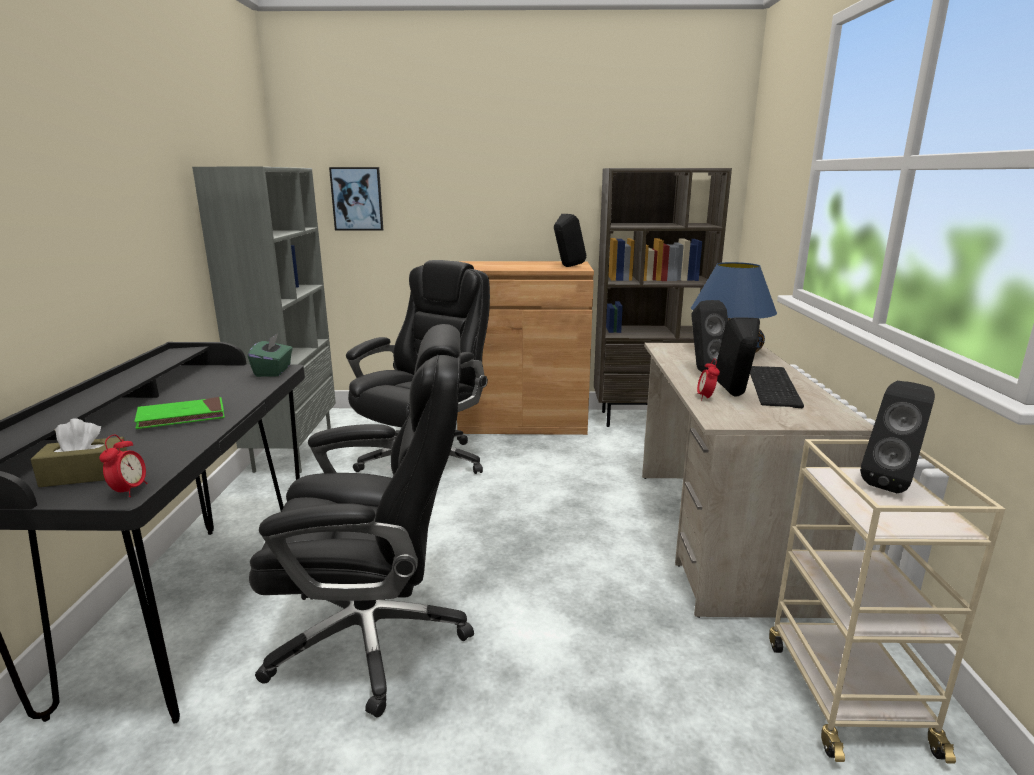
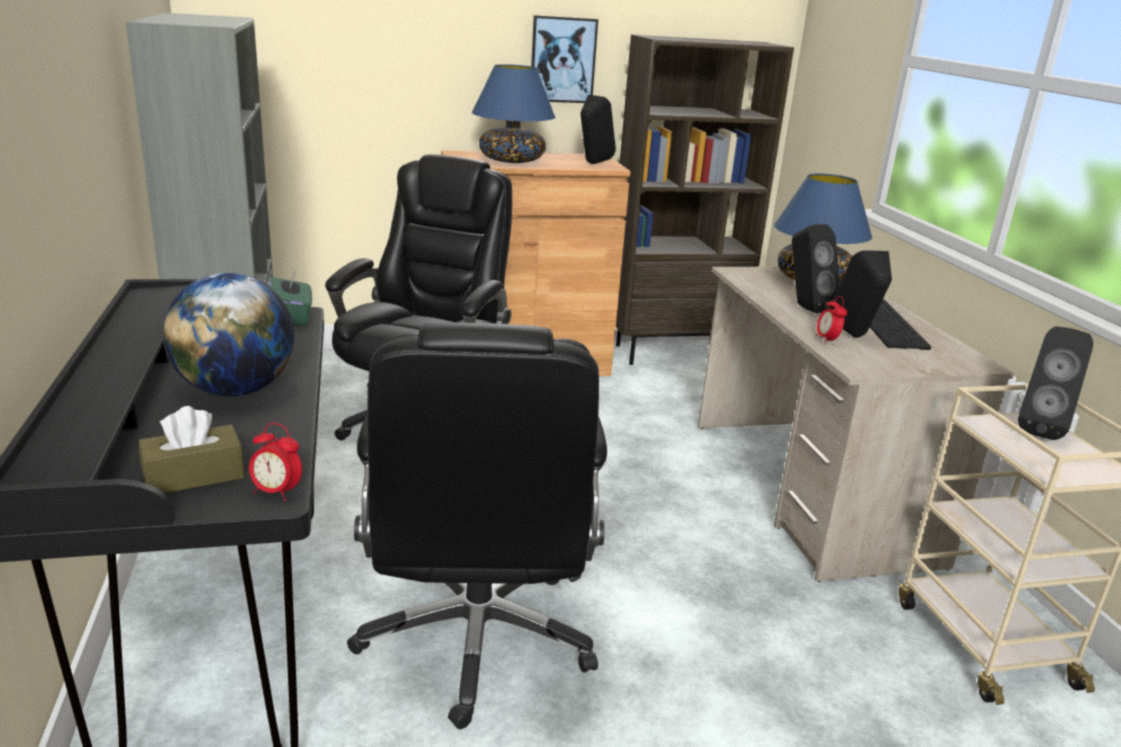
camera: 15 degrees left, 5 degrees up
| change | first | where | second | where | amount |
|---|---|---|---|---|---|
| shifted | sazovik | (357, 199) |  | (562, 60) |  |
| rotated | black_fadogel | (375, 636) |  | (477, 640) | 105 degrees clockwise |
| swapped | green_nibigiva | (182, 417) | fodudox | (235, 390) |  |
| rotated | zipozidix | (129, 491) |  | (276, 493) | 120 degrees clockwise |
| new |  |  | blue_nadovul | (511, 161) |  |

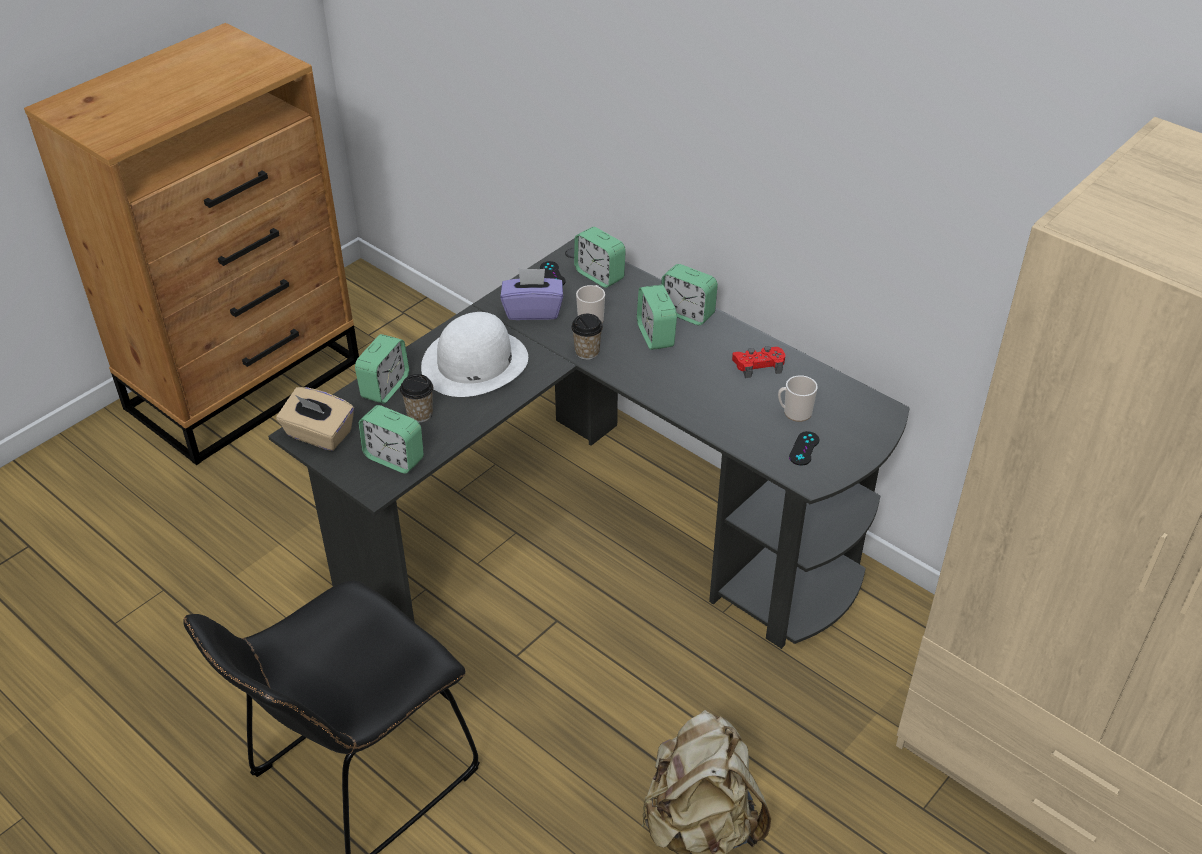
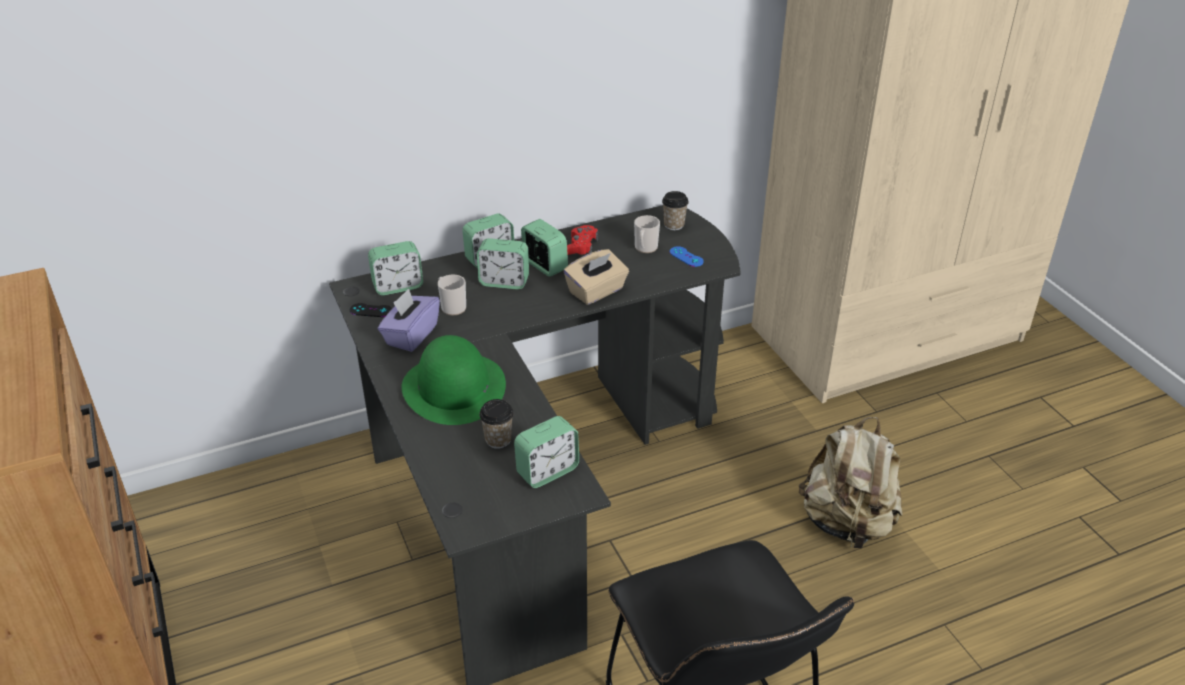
camera: 65 degrees left, 5 degrees down
| change | first | where | second | where | amount |
|---|---|---|---|---|---|
| repainted | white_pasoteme | (474, 363) | green_pasoteme | (454, 388) |  |
| shifted | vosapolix | (587, 352) |  | (674, 225) |  |
| shifted | zipozidix | (385, 387) |  | (544, 266) |  |
| shifted | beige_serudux | (318, 435) |  | (596, 291) |  |
| repainted | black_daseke | (804, 448) | blue_daseke | (686, 257) |  |

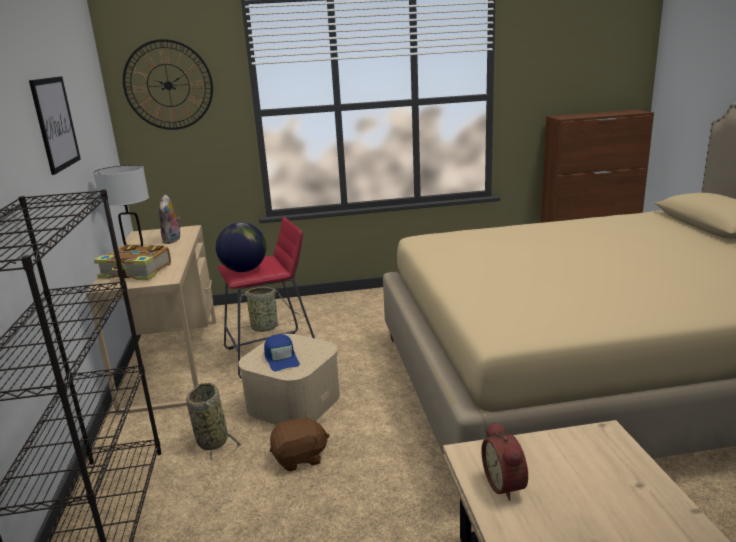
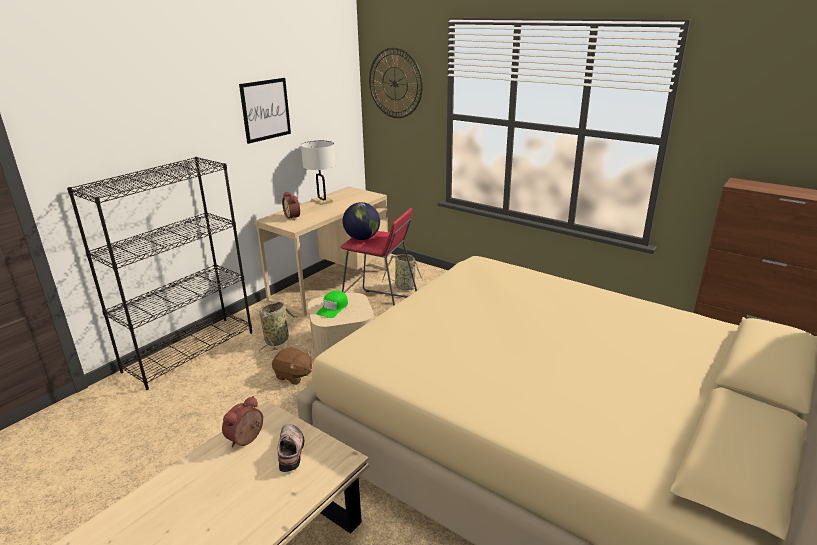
camera: 45 degrees right, 5 degrees up
| change | first | where | second | where | amount |
|---|---|---|---|---|---|
| gone | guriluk | (173, 240) |  |  |  |
| swapped | nibigiva | (136, 272) | zipozidix | (293, 217) |  |
| repainted | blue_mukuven | (281, 358) | green_mukuven | (333, 308) |  |
| new |  |  | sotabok | (292, 451) |  |

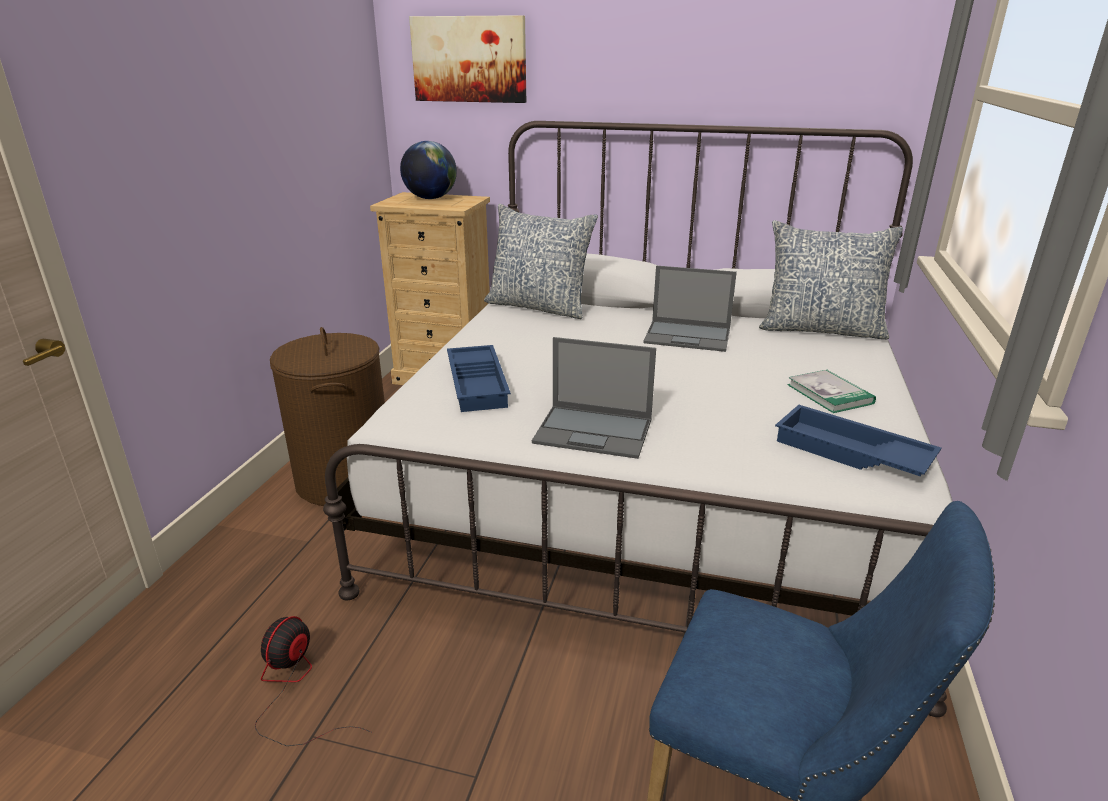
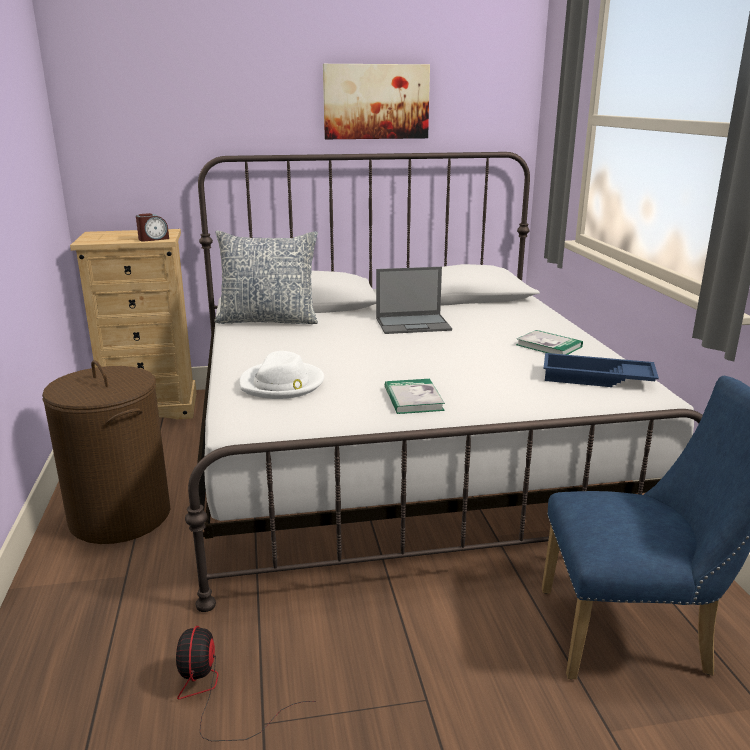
camera: 25 degrees left, 5 degrees down
| change | first | where | second | where | amount |
|---|---|---|---|---|---|
| shifted | sazovik | (469, 59) |  | (376, 102) |  |
| gone | fodudox | (430, 198) |  |  |  |
| gone | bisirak | (821, 329) |  |  |  |
| swapped | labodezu | (595, 431) | nibigiva | (413, 399) |  |
| swapped | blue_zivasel | (479, 384) | white_pasoteme | (282, 384) |  |
| new |  |  | zipozidix | (153, 239) |  |

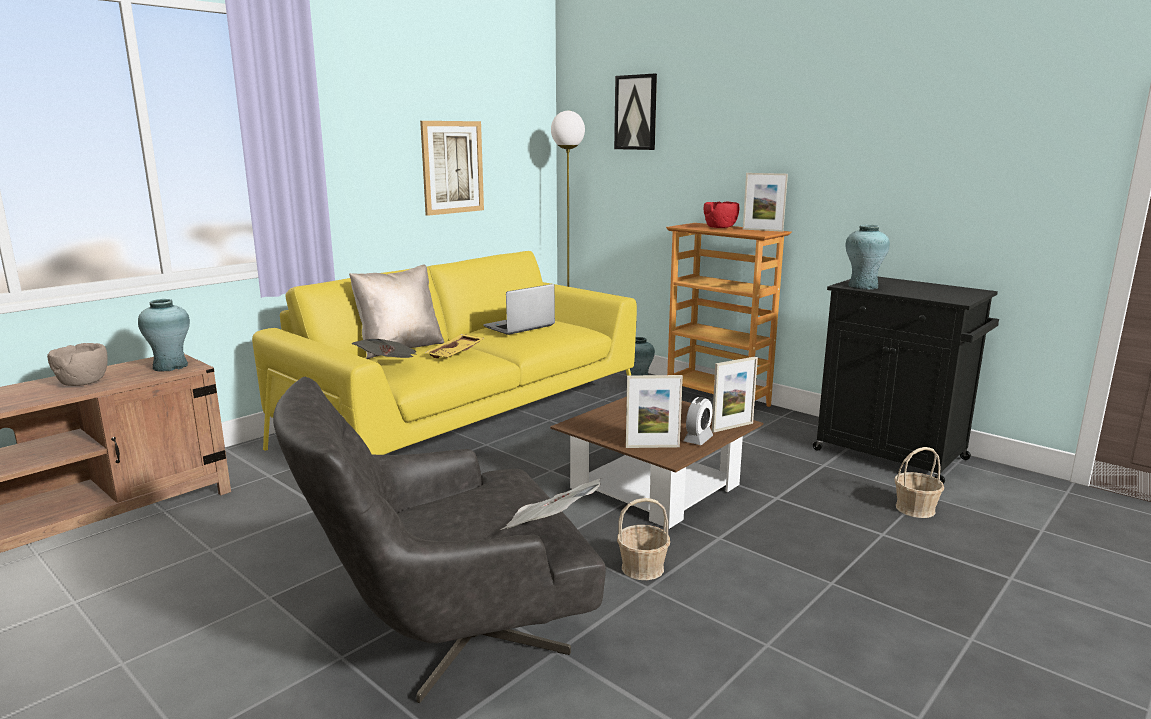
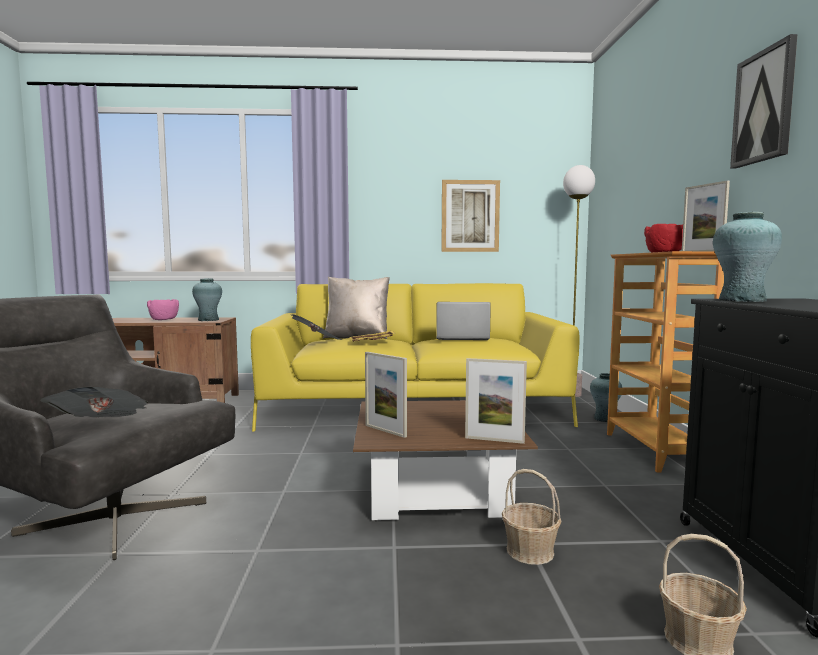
camera: 45 degrees right, 10 degrees down
| change | first | where | second | where | amount |
|---|---|---|---|---|---|
| shifted | sazovik | (636, 112) |  | (764, 106) |  |
| repainted | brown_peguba | (83, 382) | pink_peguba | (164, 319) |  |
| gone | zipozidix | (698, 439) |  |  |  |
| shifted | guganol | (643, 568) |  | (530, 551) |  |

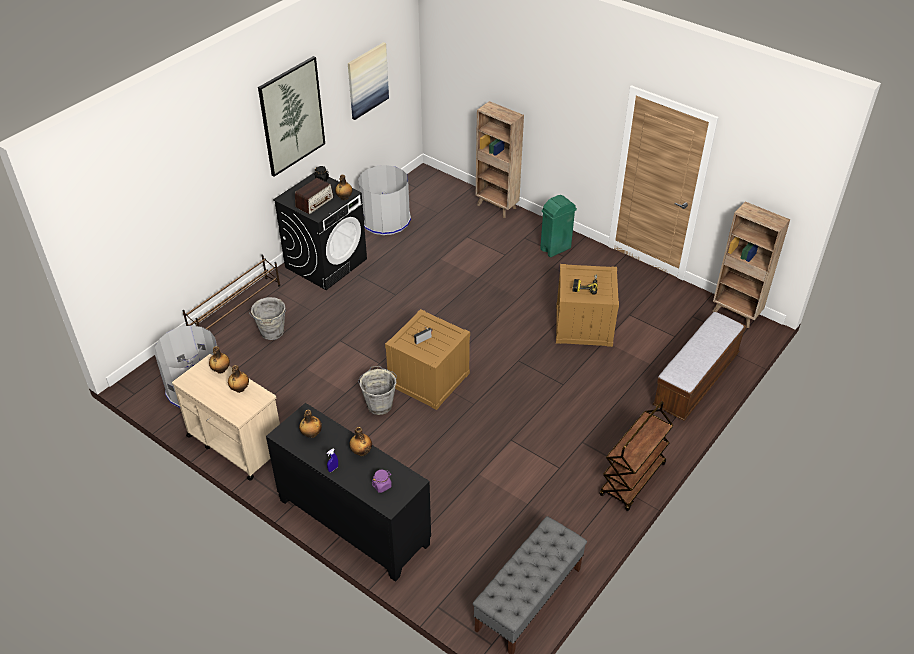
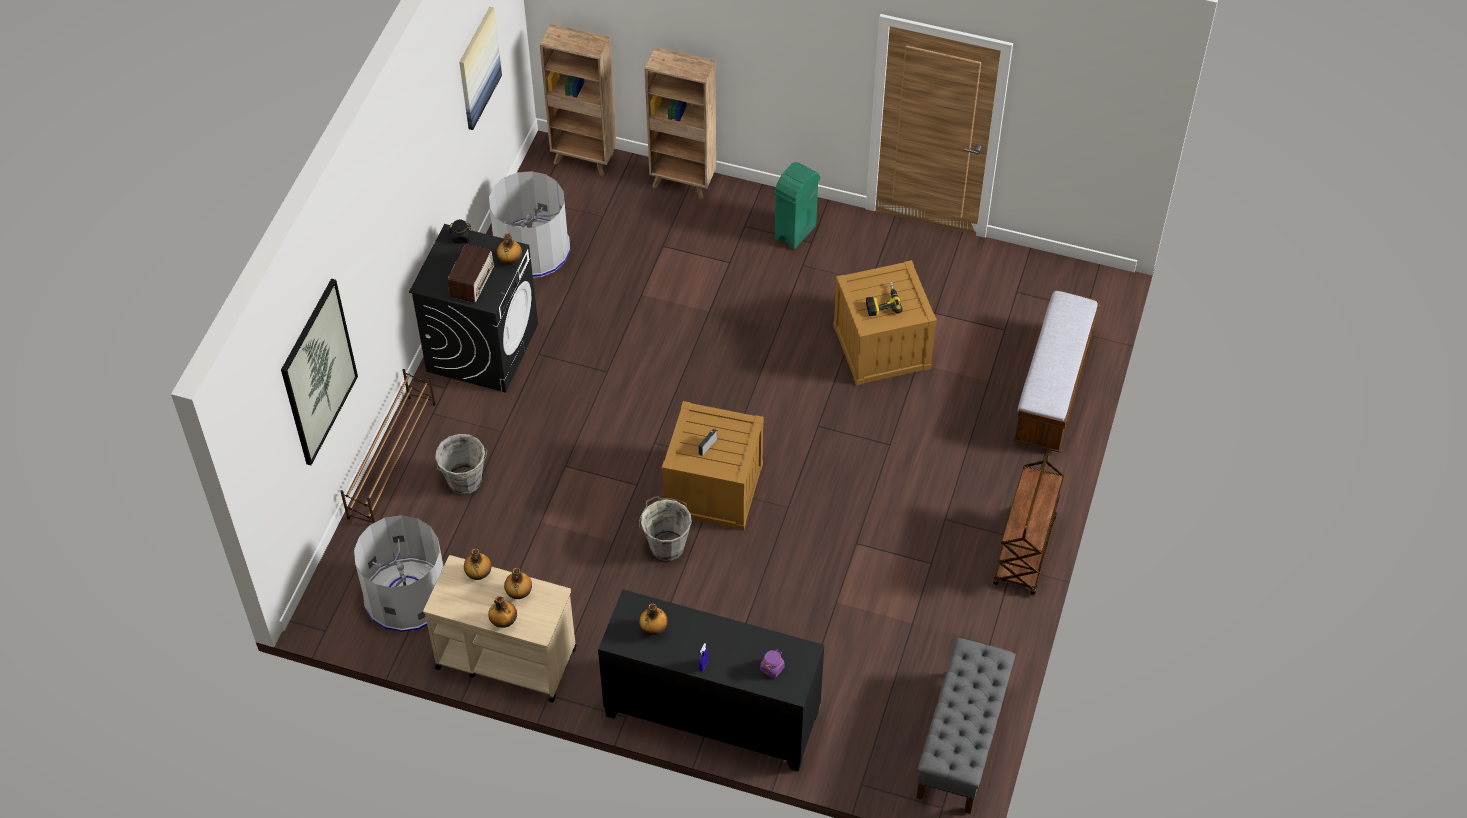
camera: 20 degrees left, 10 degrees up
| change | first | where | second | where | amount |
|---|---|---|---|---|---|
| shifted | sazovik | (292, 116) |  | (318, 372) |  |
| shifted | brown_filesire | (736, 314) |  | (584, 159) |  |
| shifted | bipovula | (361, 452) |  | (504, 622) |  |

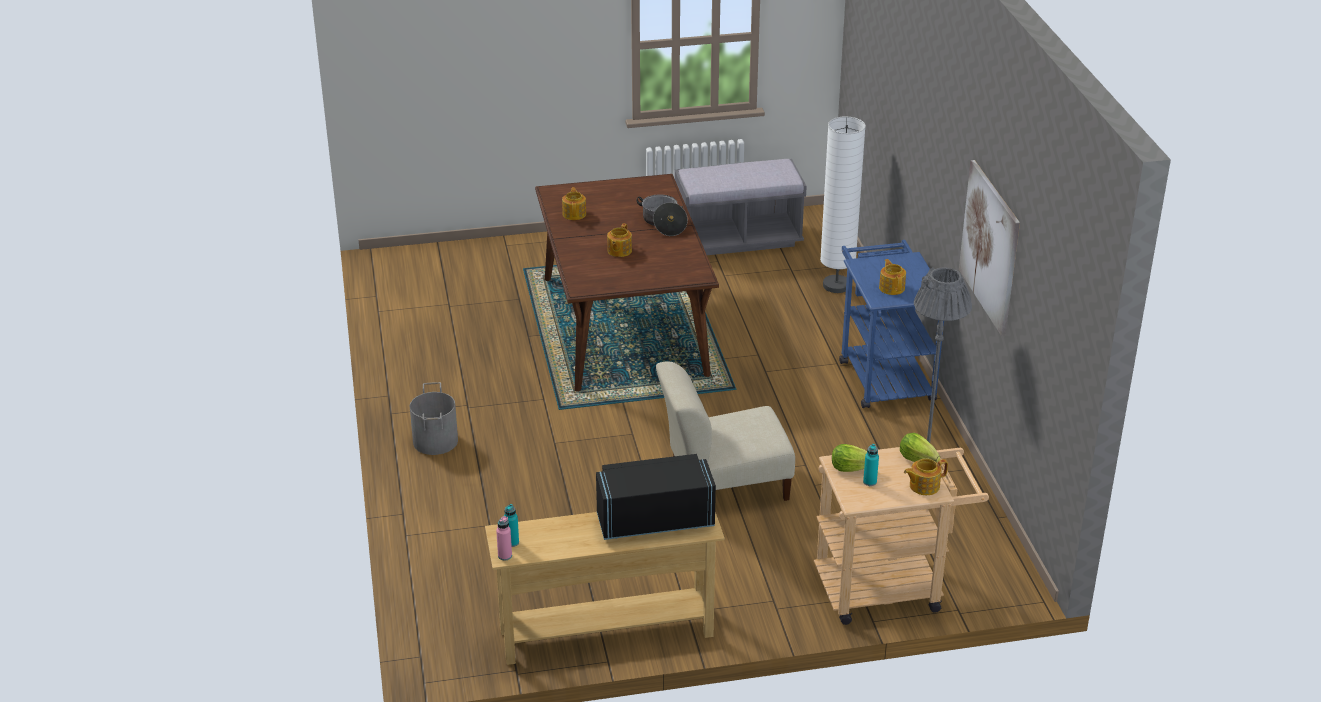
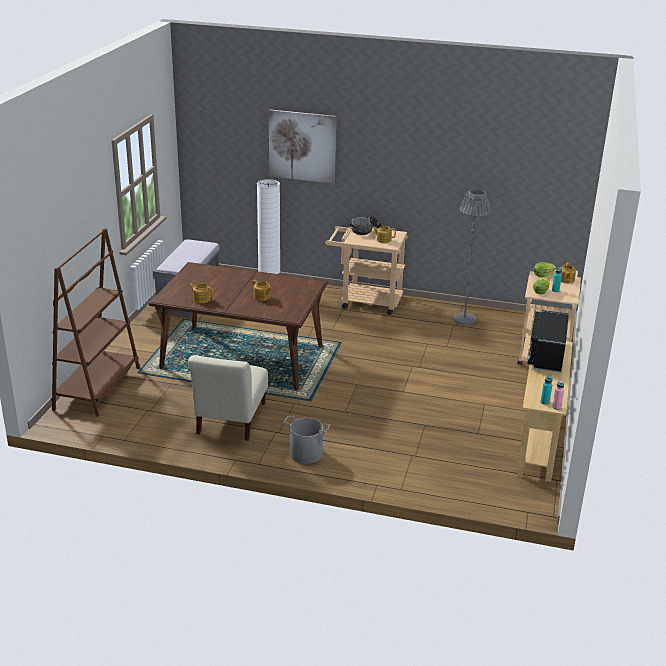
camera: 65 degrees left, 5 degrees down
| change | first | where | second | where | amount |
|---|---|---|---|---|---|
| shifted | sazovik | (989, 246) |  | (302, 146) |  |
| shifted | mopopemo | (663, 223) |  | (366, 231) |  |
| repainted | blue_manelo | (883, 375) | beige_manelo | (365, 301) |  |
| shifted | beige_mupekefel | (723, 486) |  | (230, 420) |  |
| new |  |  | brown_filesire | (97, 388) |  |

